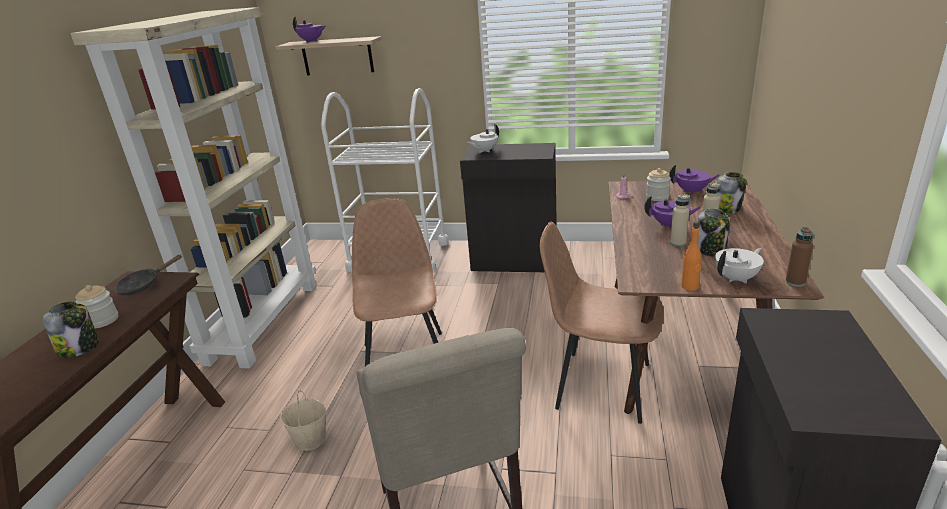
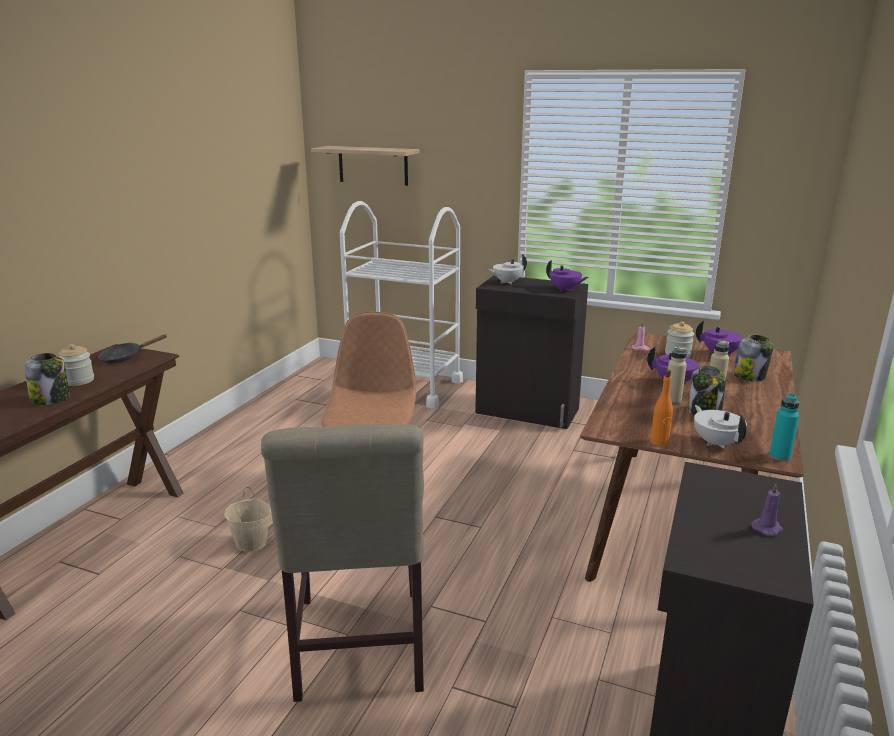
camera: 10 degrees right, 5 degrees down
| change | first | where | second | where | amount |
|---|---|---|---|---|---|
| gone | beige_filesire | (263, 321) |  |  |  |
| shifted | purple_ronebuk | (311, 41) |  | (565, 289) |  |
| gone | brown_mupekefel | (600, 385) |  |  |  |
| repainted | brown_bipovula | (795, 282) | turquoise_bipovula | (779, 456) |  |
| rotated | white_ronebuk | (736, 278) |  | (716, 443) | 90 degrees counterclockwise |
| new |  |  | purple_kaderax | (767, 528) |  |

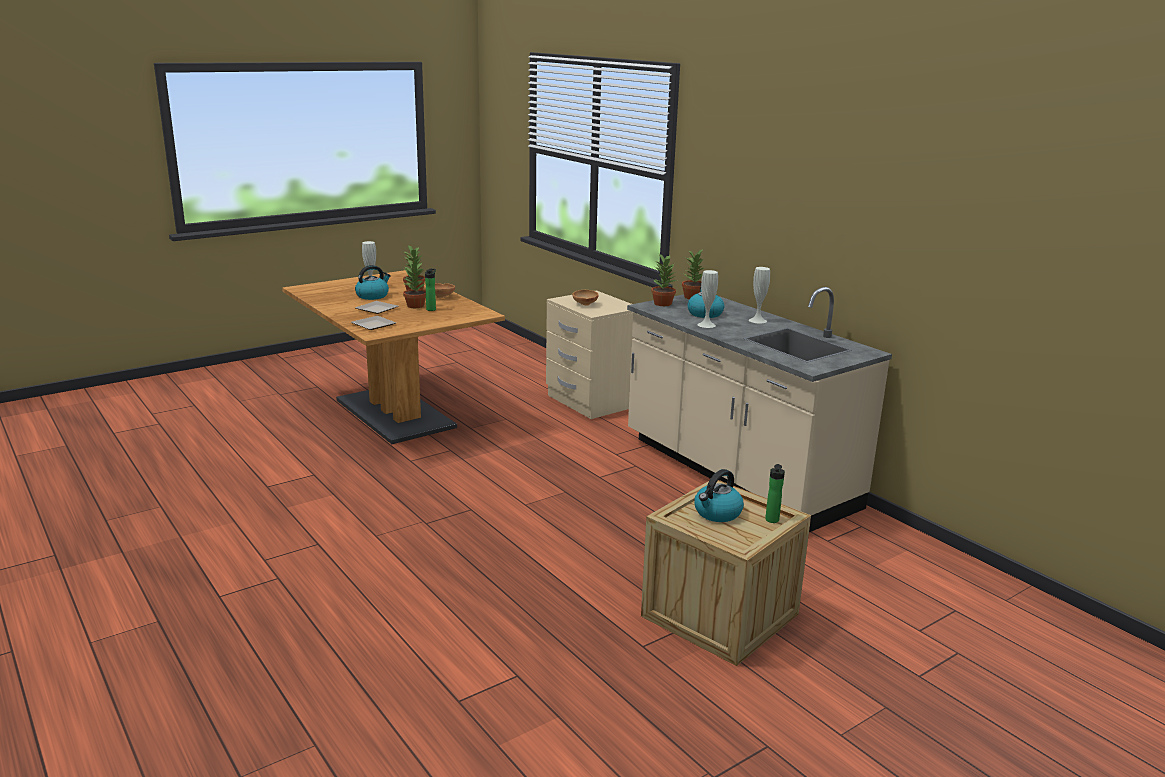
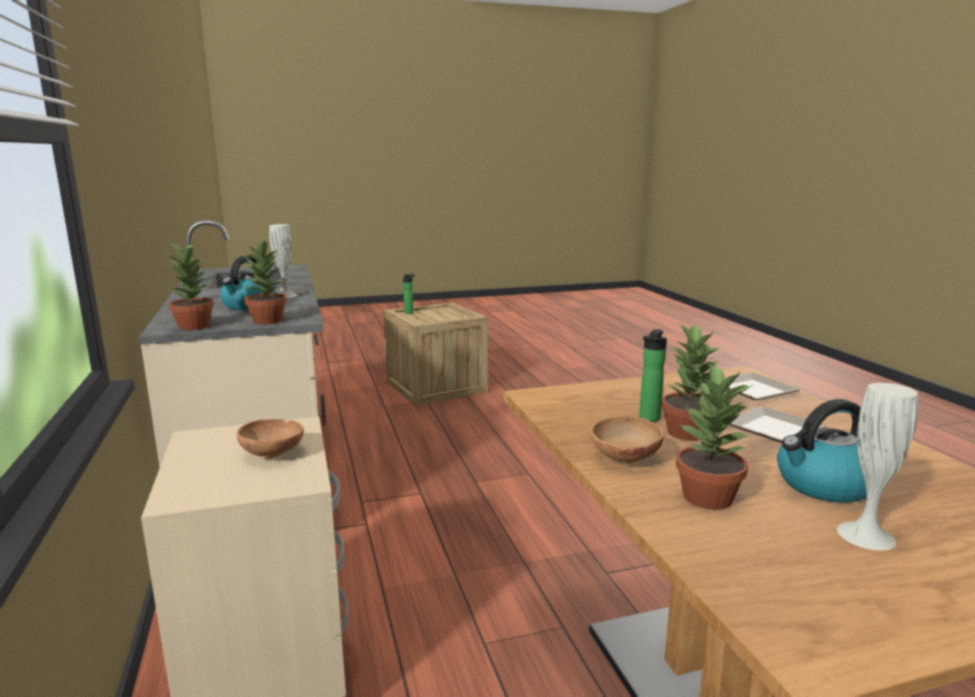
camera: 160 degrees left, 5 degrees down
| change | first | where | second | where | amount |
|---|---|---|---|---|---|
| gone | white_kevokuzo | (757, 320) |  |  |  |
| gone | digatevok | (717, 513) |  |  |  |

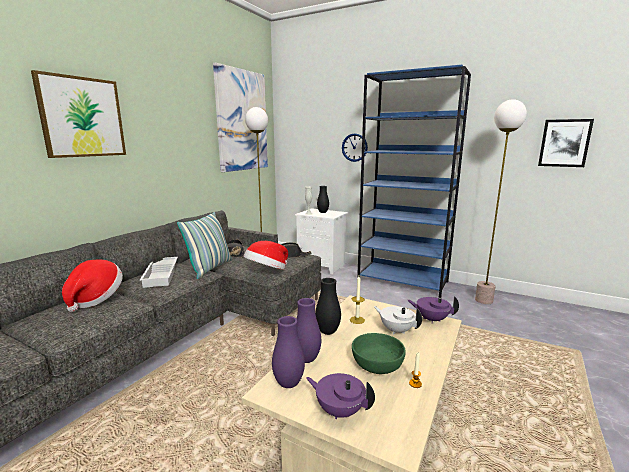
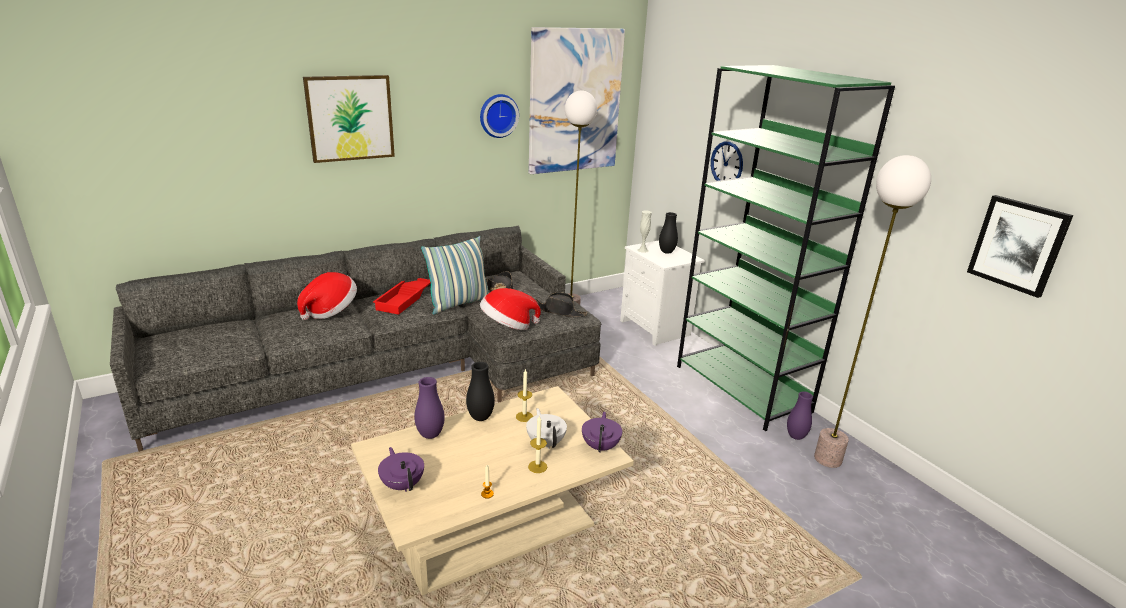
camera: 30 degrees right, 10 degrees up
| change | first | where | second | where | amount |
|---|---|---|---|---|---|
| repainted | blue_filesire | (403, 281) | green_filesire | (743, 388) |  |
| repainted | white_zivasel | (162, 275) | red_zivasel | (405, 299) |  |
| rotated | purple_ronebuk | (431, 319) |  | (601, 446) | 45 degrees clockwise |
| shifted | purple_kevokuzo | (288, 383) |  | (796, 436) |  |
| gone | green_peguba | (377, 364) |  |  |  |
| new |  |  | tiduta | (498, 115) |  |
| new |  |  | kaderax | (537, 466) |  |

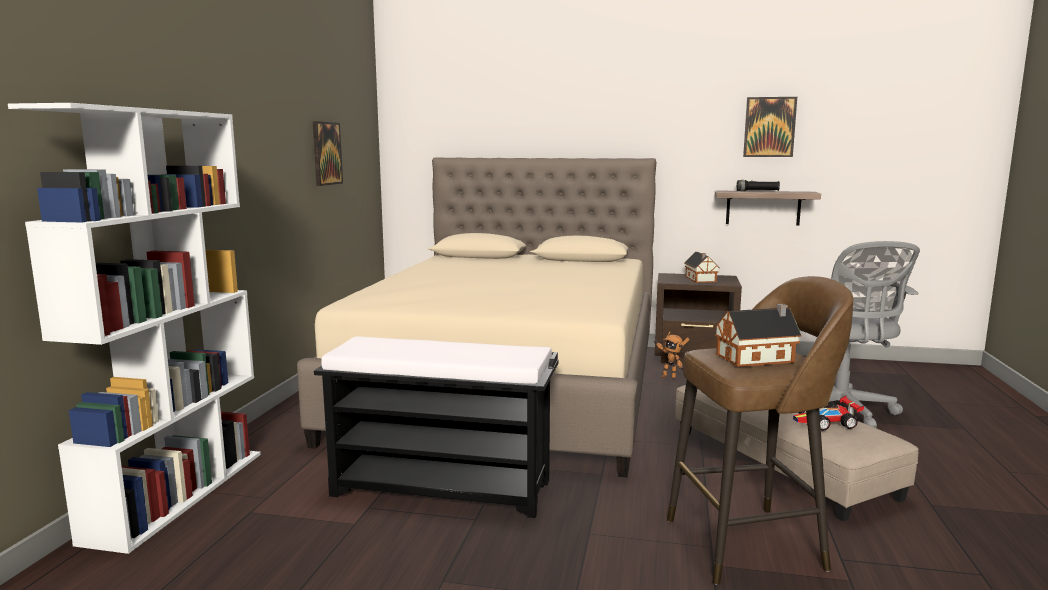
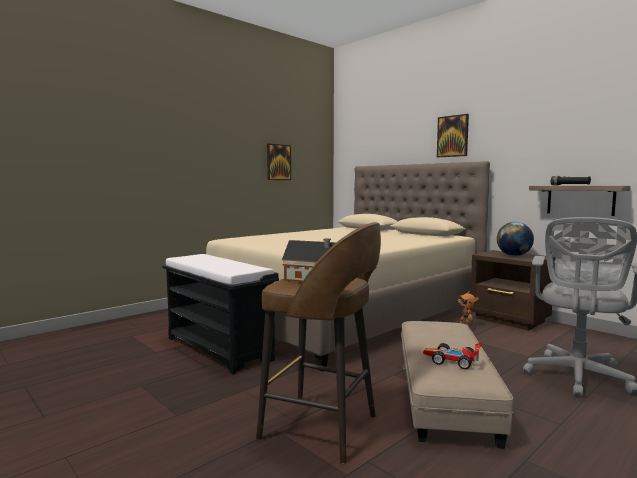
camera: 35 degrees right, 5 degrees down
| change | first | where | second | where | amount |
|---|---|---|---|---|---|
| shifted | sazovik | (769, 127) |  | (452, 136) |  |
| gone | white_filesire | (178, 494) |  |  |  |
| swapped | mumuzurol | (700, 279) | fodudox | (513, 256) |  |

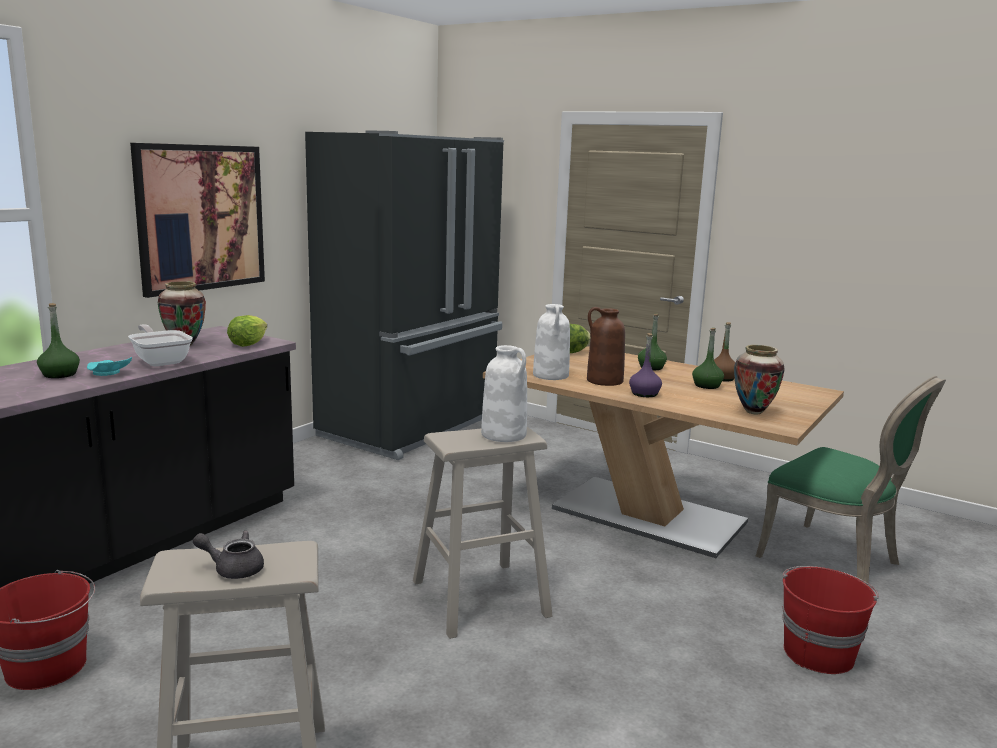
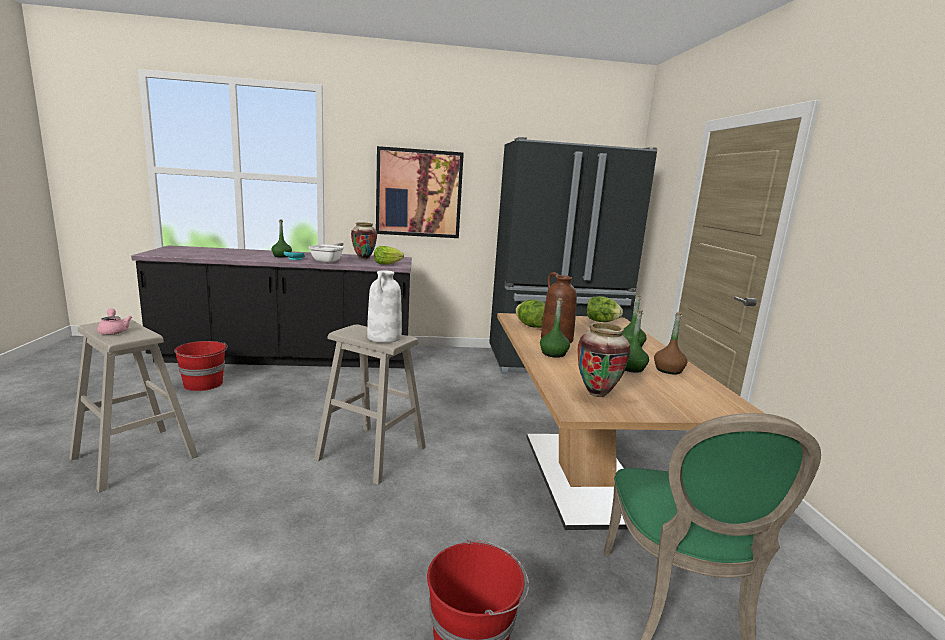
camera: 50 degrees right, 0 degrees up
| change | first | where | second | where | amount |
|---|---|---|---|---|---|
| swapped | white_kevokuzo | (551, 375) | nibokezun | (531, 326) |  |
| repainted | purple_bipovula | (644, 394) | green_bipovula | (553, 354) |  |
| repainted | grey_ronebuk | (233, 569) | pink_ronebuk | (113, 331) |  |

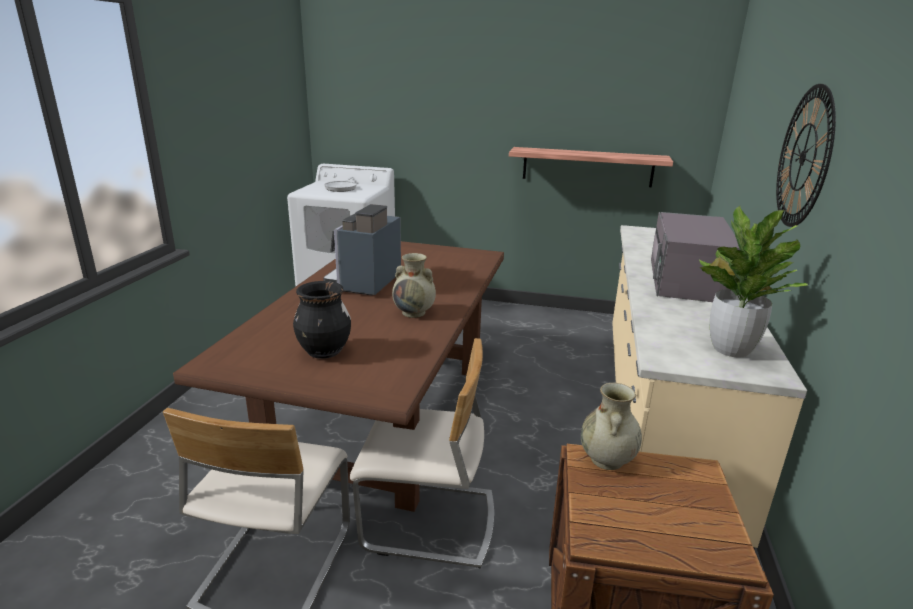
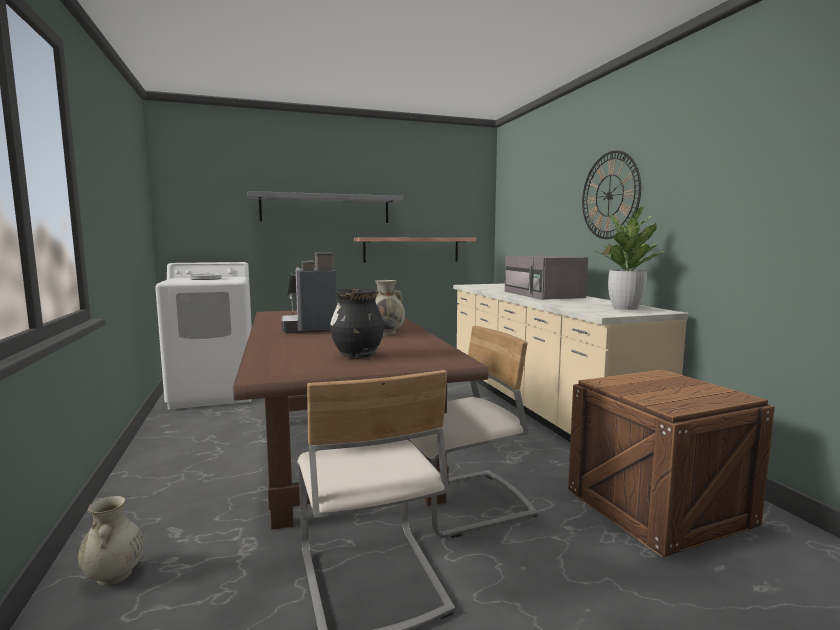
camera: 30 degrees left, 15 degrees down
| change | first | where | second | where | amount |
|---|---|---|---|---|---|
| shifted | beige_kevokuzo | (607, 460) |  | (114, 576) |  |
| new |  |  | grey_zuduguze | (326, 209) |  |

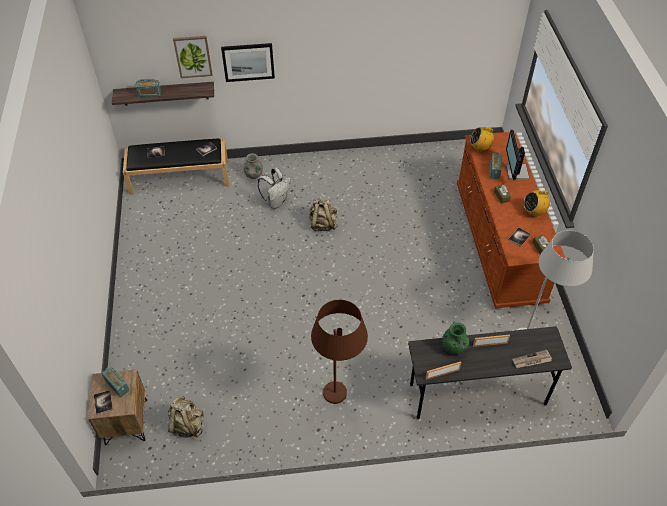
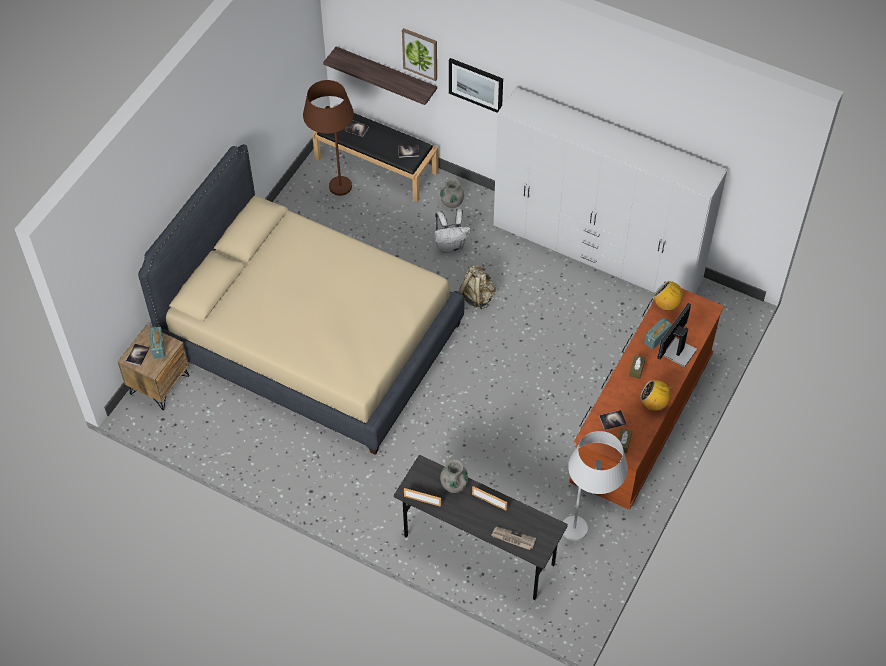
camera: 35 degrees right, 5 degrees up
| change | first | where | second | where | amount |
|---|---|---|---|---|---|
| gone | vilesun | (149, 93) |  |  |  |
| shifted | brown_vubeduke | (339, 404) |  | (336, 196) |  |
| repainted | green_kevokuzo | (453, 347) | grey_kevokuzo | (454, 484) |  |
| gone | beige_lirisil | (187, 425) |  |  |  |
| new |  |  | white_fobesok | (596, 252) |  |
| new |  |  | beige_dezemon | (312, 339) |  |

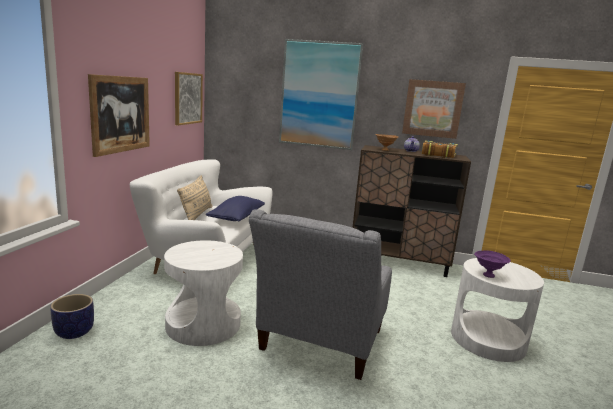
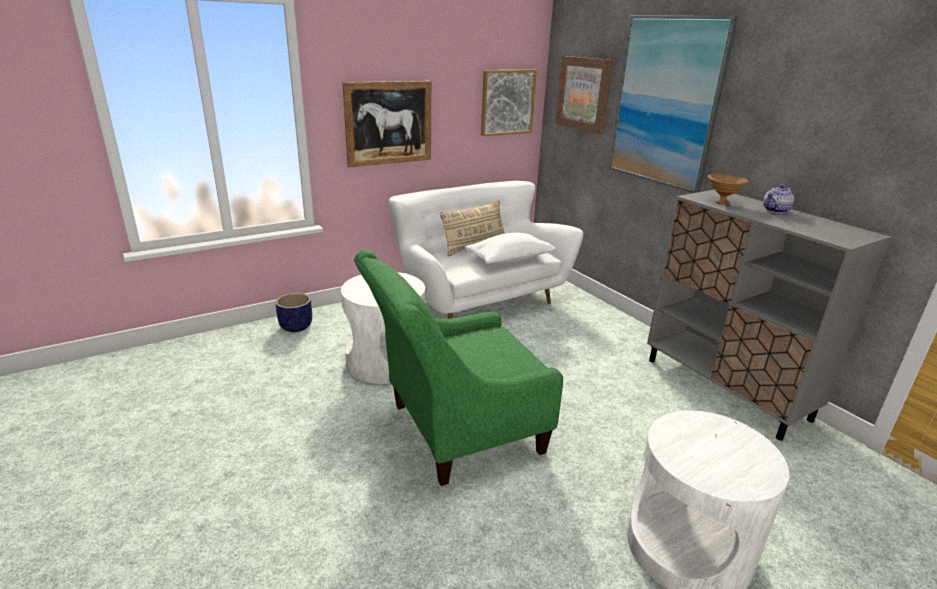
camera: 45 degrees right, 10 degrees up
| change | first | where | second | where | amount |
|---|---|---|---|---|---|
| shifted | sazovik | (432, 108) |  | (584, 94) |  |
| gone | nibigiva | (437, 155) |  |  |  |
| repainted | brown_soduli | (398, 262) | grey_soduli | (725, 389) |  |
| repainted | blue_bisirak | (236, 218) | white_bisirak | (509, 259) |  |
| repainted | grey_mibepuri | (319, 345) | green_mibepuri | (455, 431) |  |
| gone | purple_peguba | (487, 275) |  |  |  |

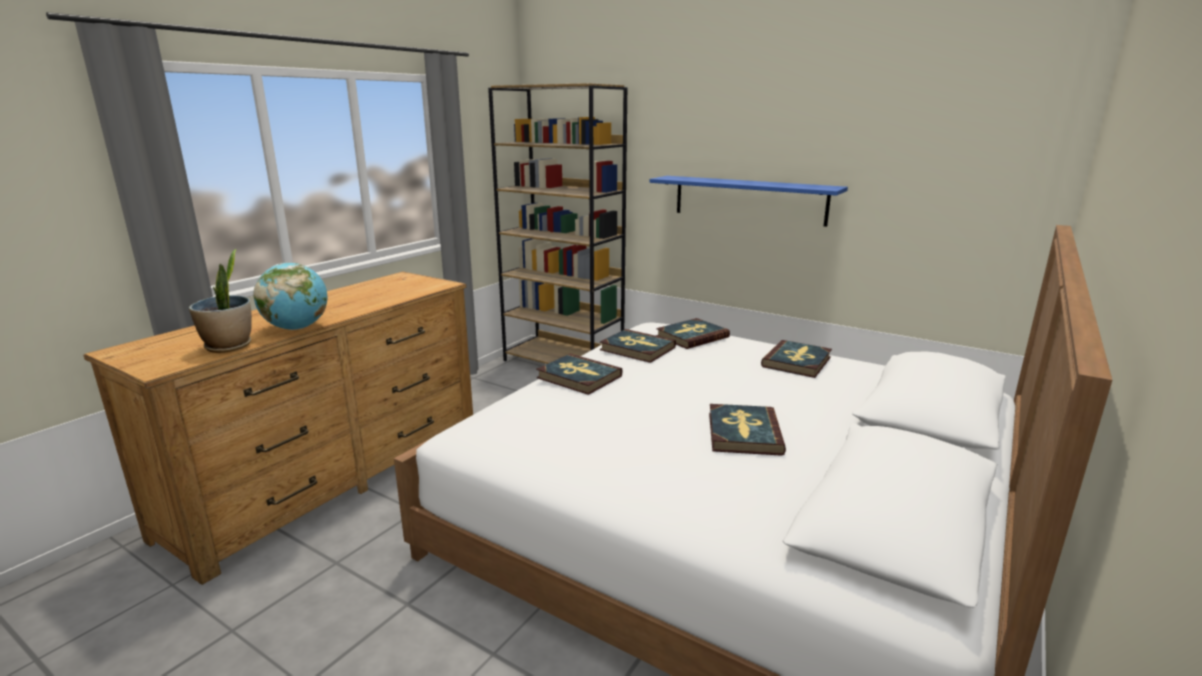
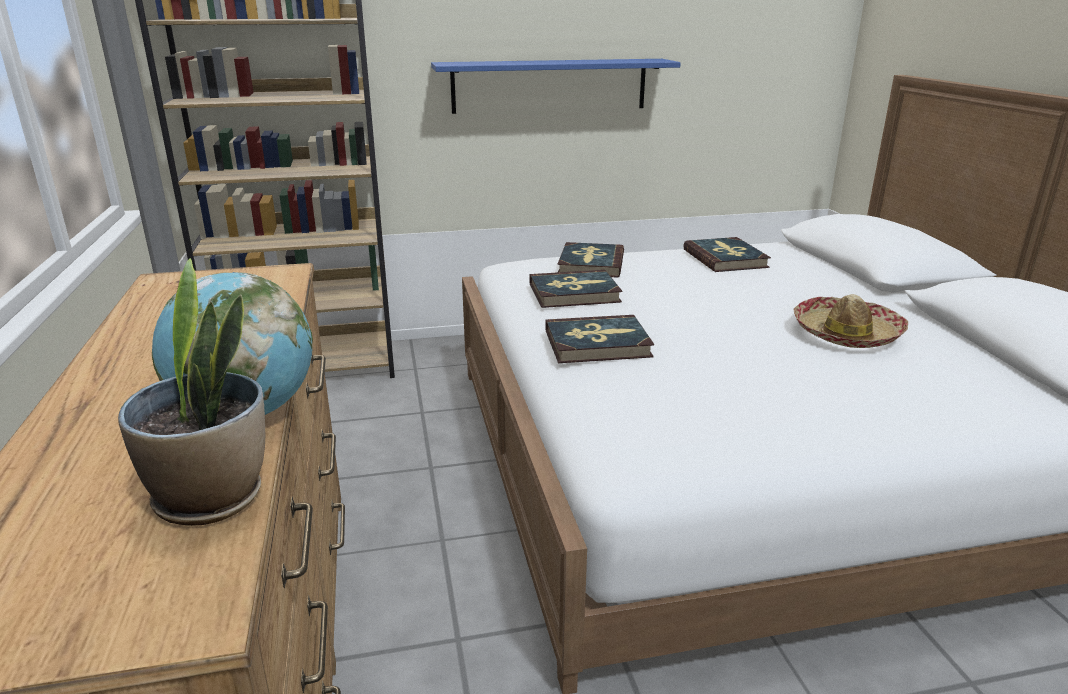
camera: 45 degrees left, 5 degrees up
| change | first | where | second | where | amount |
|---|---|---|---|---|---|
| swapped | nibigiva | (743, 433) | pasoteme | (846, 334) |  |

